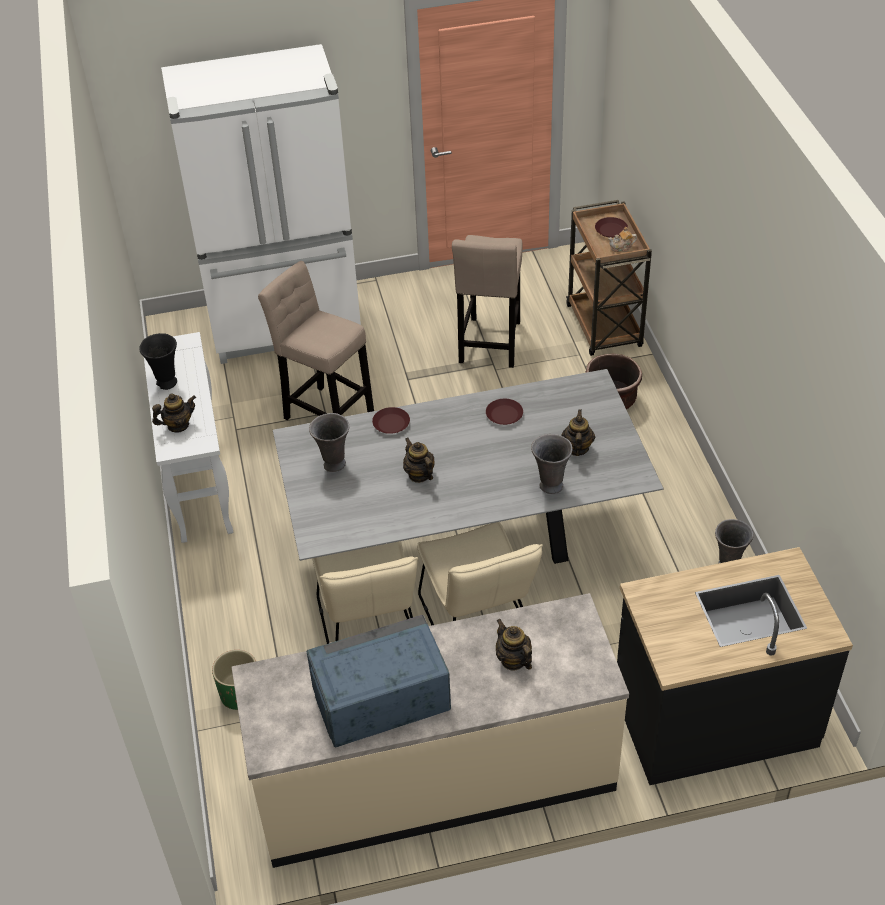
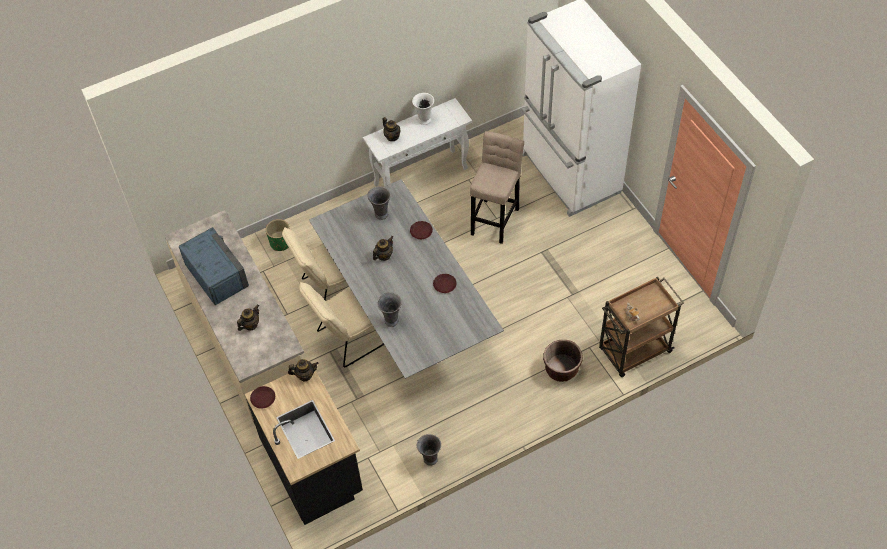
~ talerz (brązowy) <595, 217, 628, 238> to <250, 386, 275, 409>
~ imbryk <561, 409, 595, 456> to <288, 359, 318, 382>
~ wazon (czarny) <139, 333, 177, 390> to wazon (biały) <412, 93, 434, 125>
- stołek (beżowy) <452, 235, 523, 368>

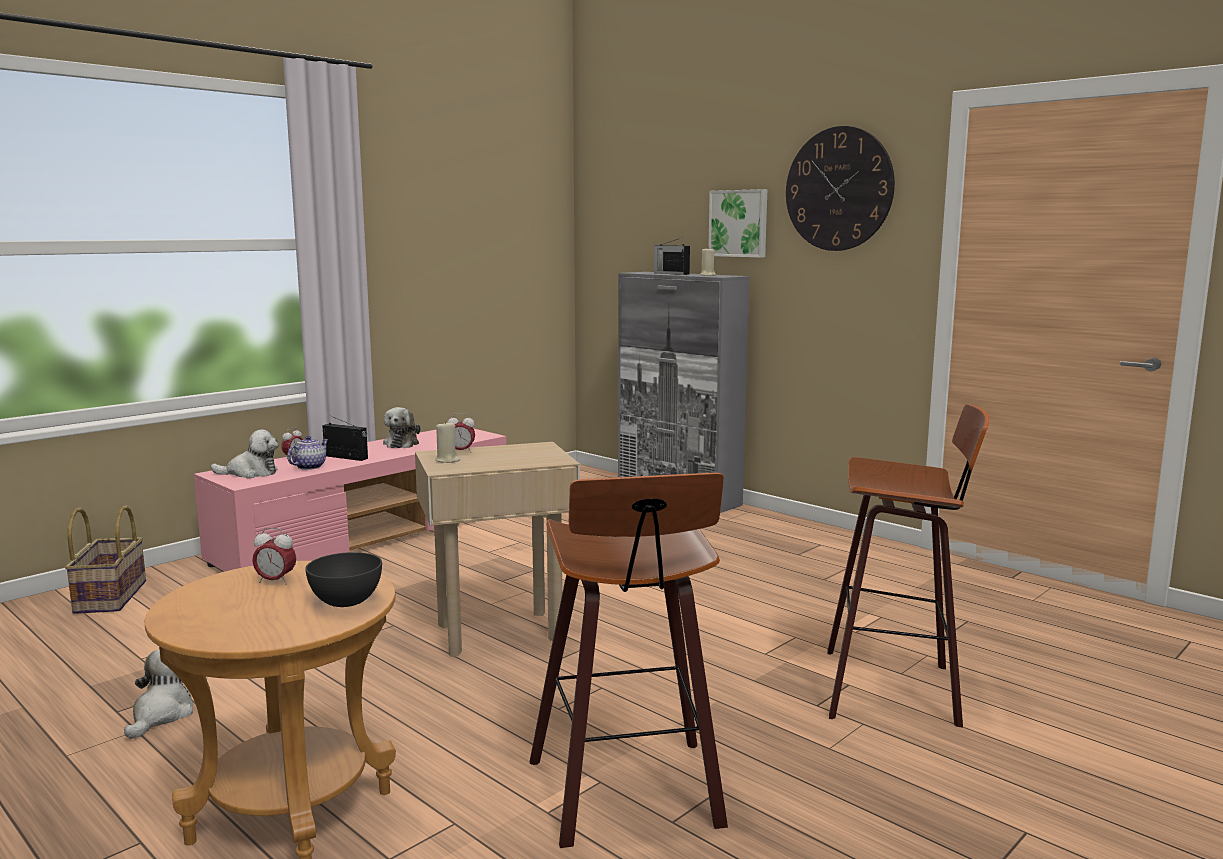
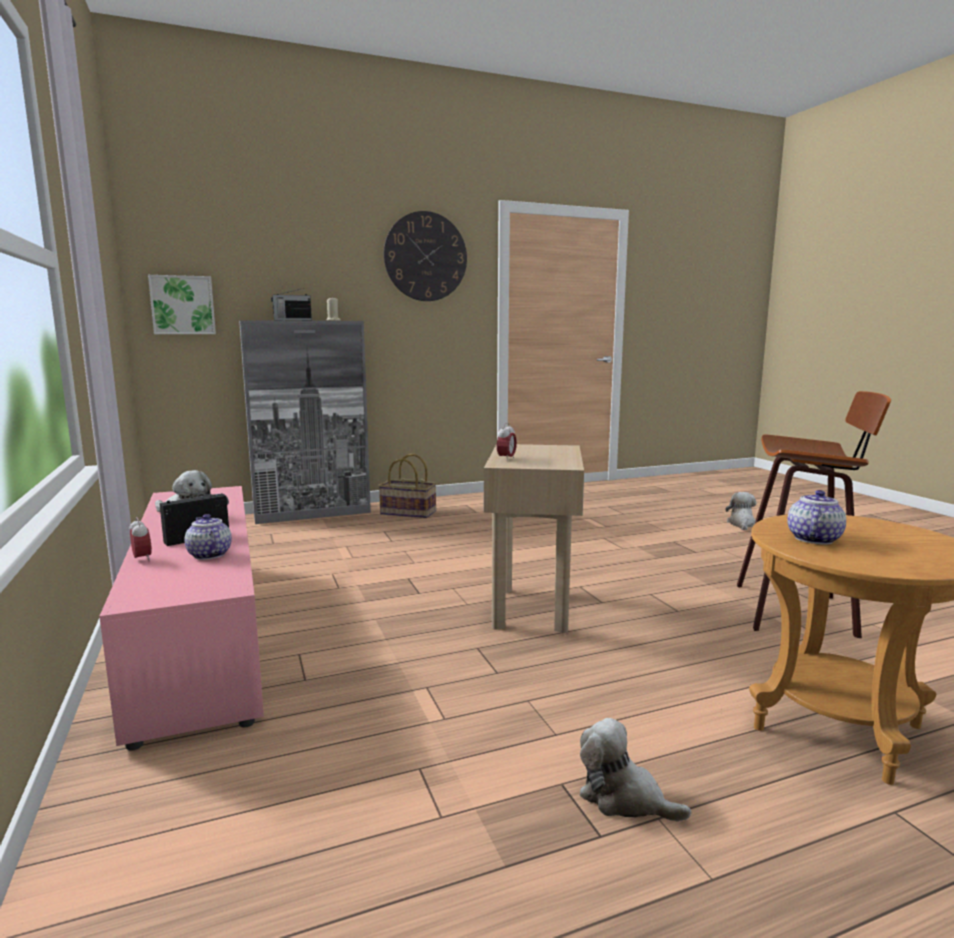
~ obraz <708, 189, 767, 258> to <148, 275, 216, 334>
~ koszyk <65, 505, 146, 614> to <378, 454, 437, 518>
~ pluszak <211, 429, 279, 479> to <726, 492, 756, 530>
~ budzik <252, 527, 296, 585> to imbryk <787, 490, 846, 545>
- miska (szary) <305, 552, 382, 607>
- świeca (beżowy) <435, 420, 460, 463>
- stołek <827, 404, 989, 728>

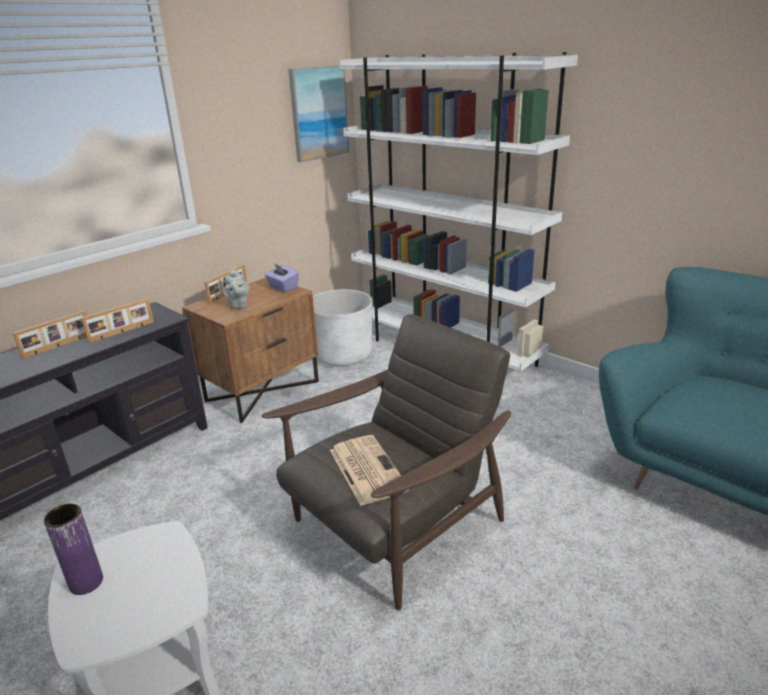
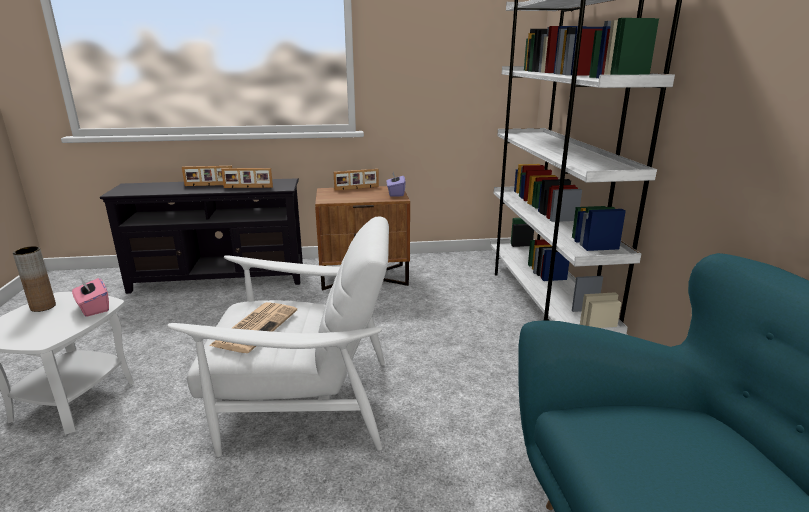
~ wazon (fioletowy) <44, 503, 103, 595> to wazon (brązowy) <13, 246, 56, 312>
+ pudełko chusteczek (różowy) <72, 276, 109, 317>
~ fotel (brązowy) <262, 314, 511, 610> to fotel (biały) <167, 216, 389, 457>
- imbryk (szary) <223, 269, 249, 309>
- obraz <288, 65, 349, 162>
- donica (biały) <313, 289, 373, 366>

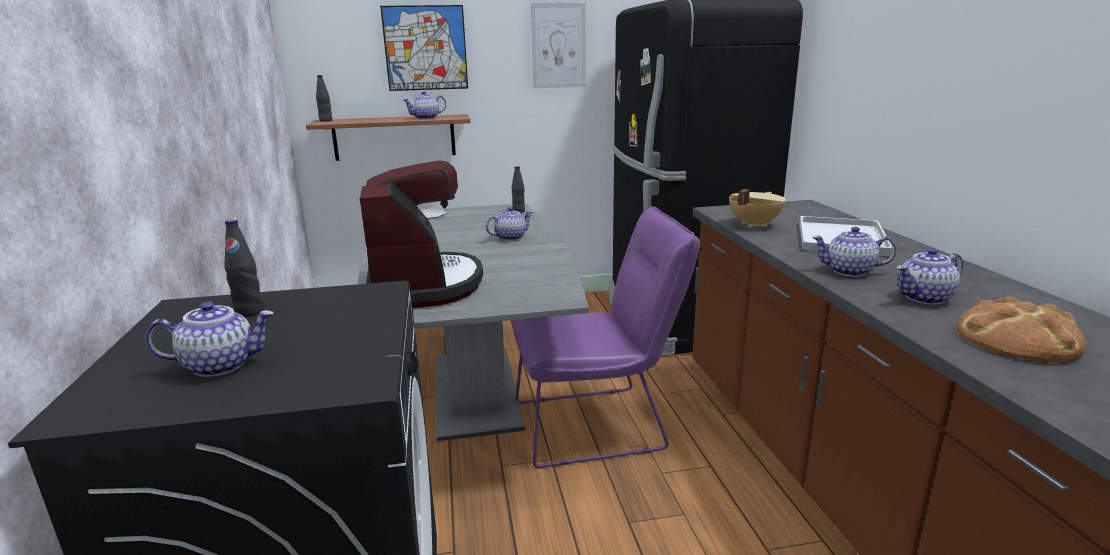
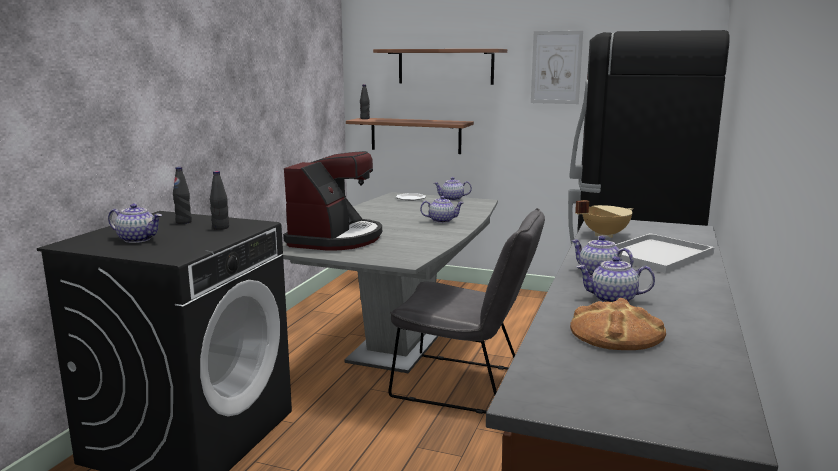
~ butelka (czarny) <512, 166, 525, 213> to <210, 171, 229, 230>
~ obraz <380, 5, 468, 91> to półka <373, 49, 507, 85>
~ krzesło (fioletowy) <512, 206, 700, 468> to krzesło (szary) <388, 208, 545, 414>
~ imbryk <403, 91, 446, 119> to <434, 177, 472, 201>

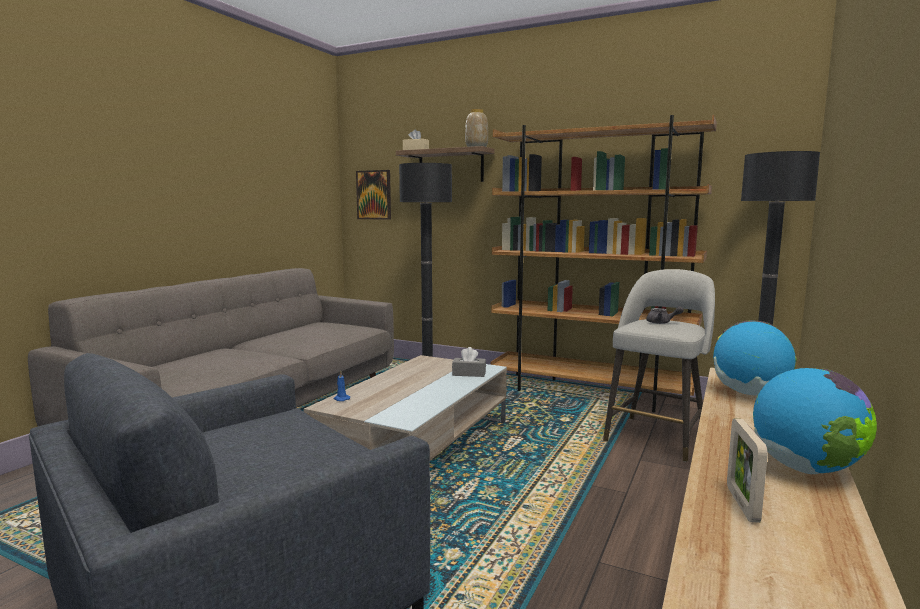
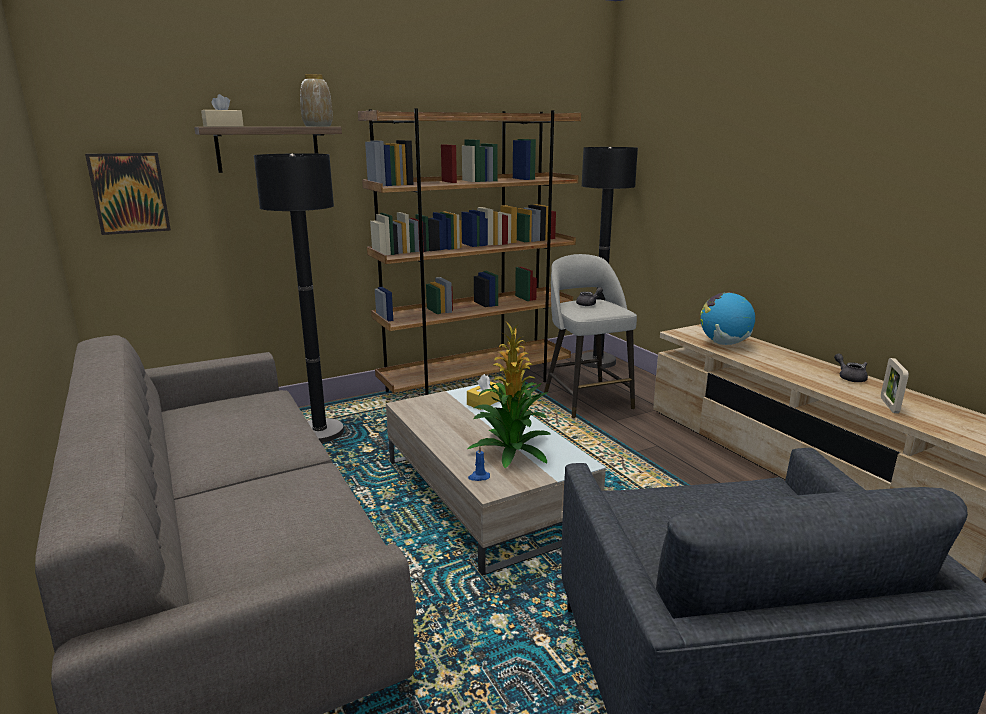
+ roślina doniczkowa <467, 322, 551, 468>
~ pudełko chusteczek (szary) <452, 347, 486, 377> to pudełko chusteczek (żółty) <467, 374, 500, 410>
~ globus <753, 368, 877, 474> to imbryk (szary) <834, 354, 868, 382>
~ ramka na zdjęcie <727, 418, 768, 523> = <881, 358, 909, 414> 60 degrees clockwise

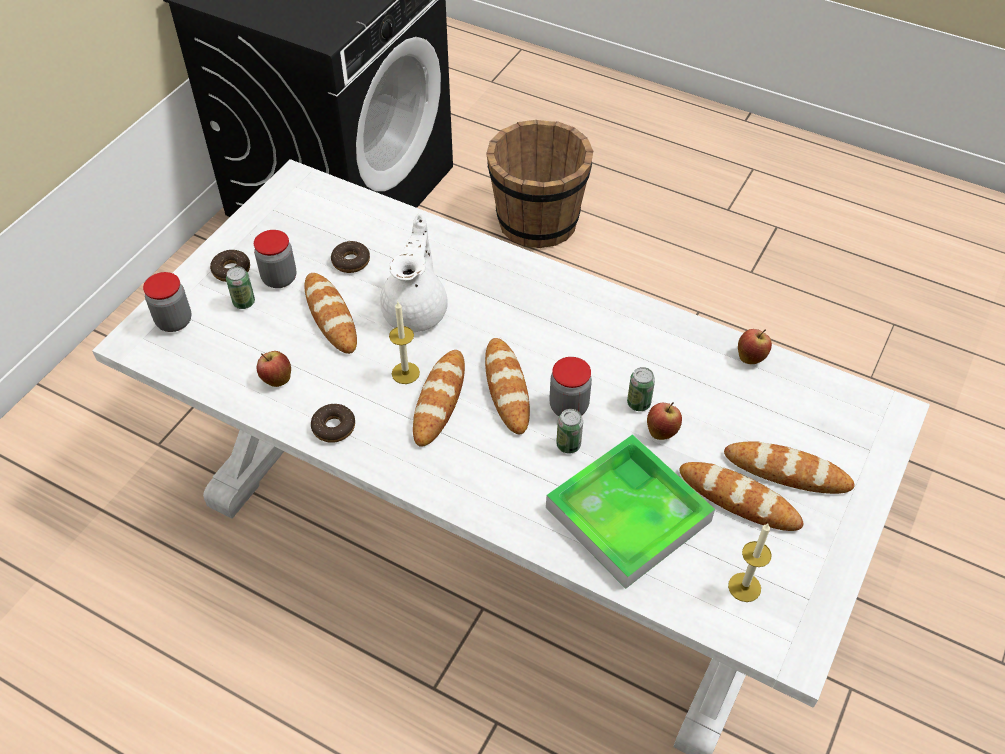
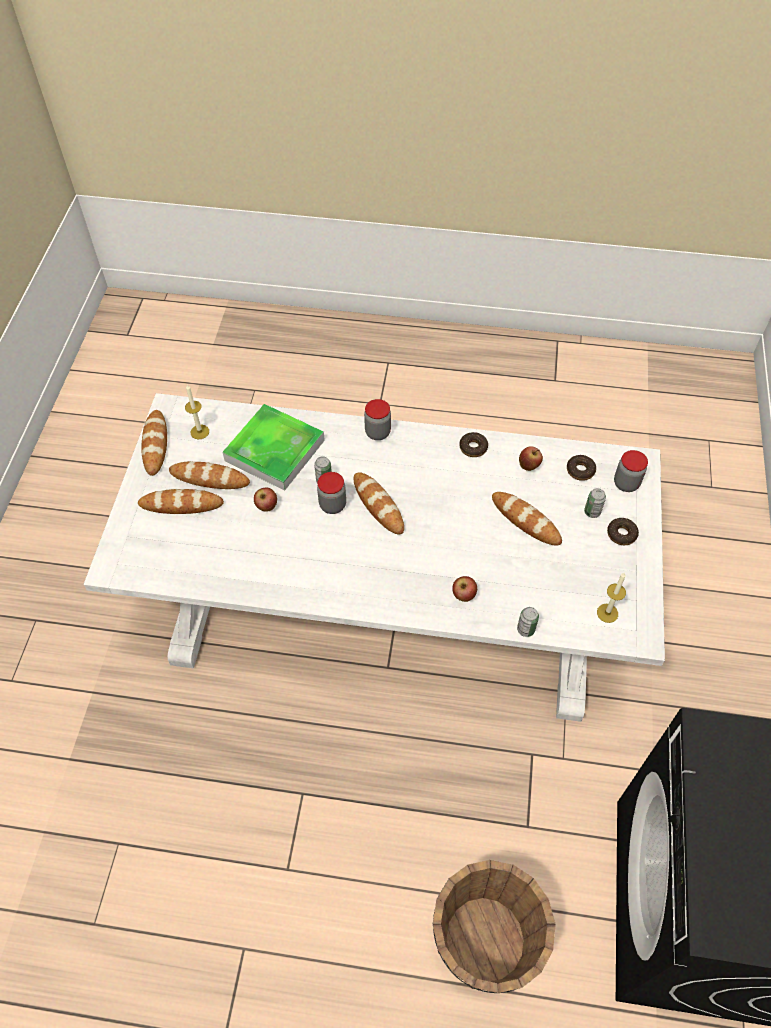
~ chleb <413, 350, 465, 447> to <141, 410, 167, 476>
~ słoik <254, 230, 296, 288> to <364, 399, 391, 440>
~ jabłko <738, 329, 772, 364> to <452, 576, 477, 602>
~ puszka <627, 367, 655, 411> to <517, 607, 539, 637>
~ donut <331, 241, 370, 273> to <567, 455, 596, 481>
~ świeca <389, 302, 420, 384> to <597, 572, 626, 623>
- imbryk (biały) <380, 213, 448, 332>

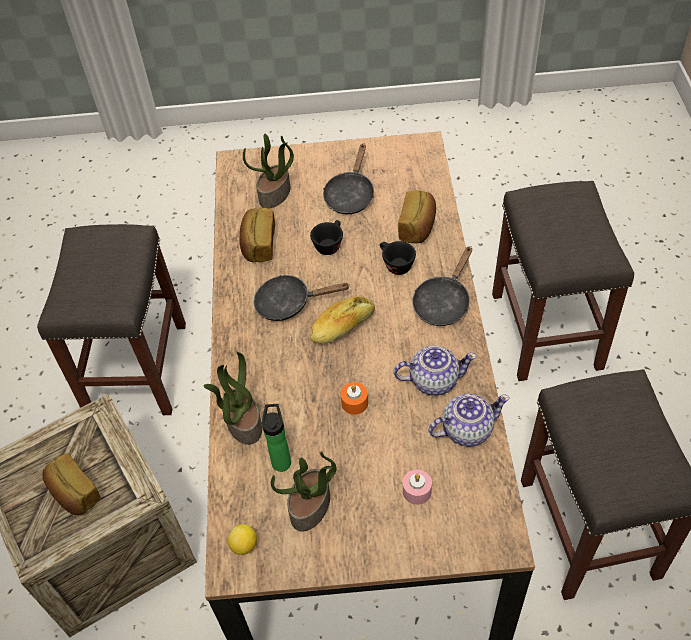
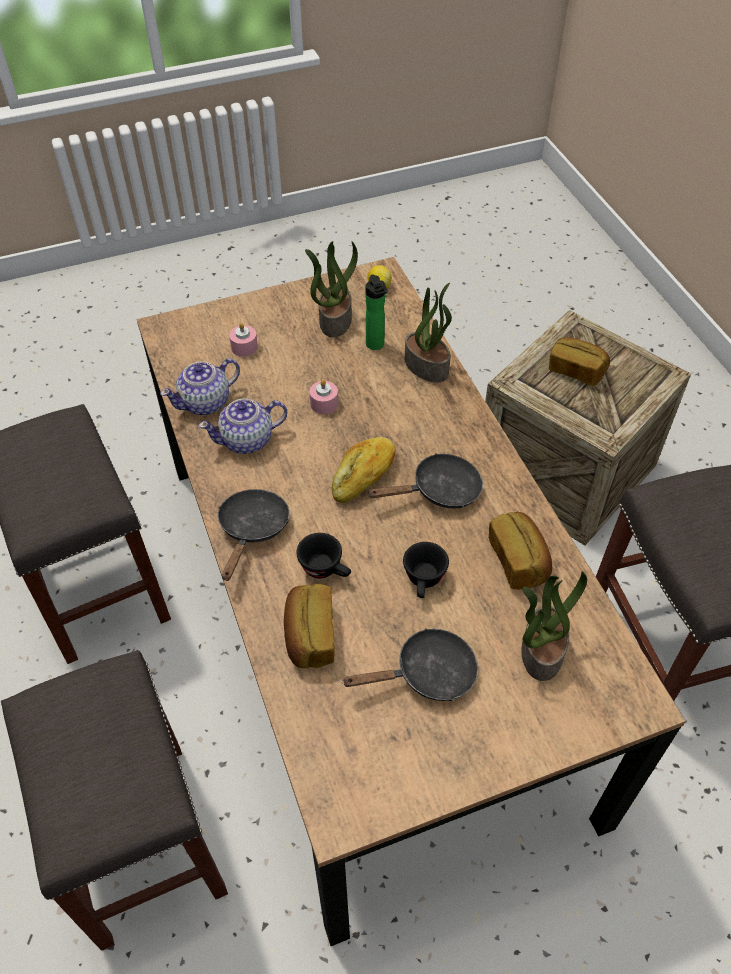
~ świeca (pomarańczowy) <341, 382, 368, 415> to świeca (różowy) <309, 380, 338, 414>
~ patelnia (czarny) <323, 143, 374, 214> = <342, 628, 478, 701> 75 degrees clockwise

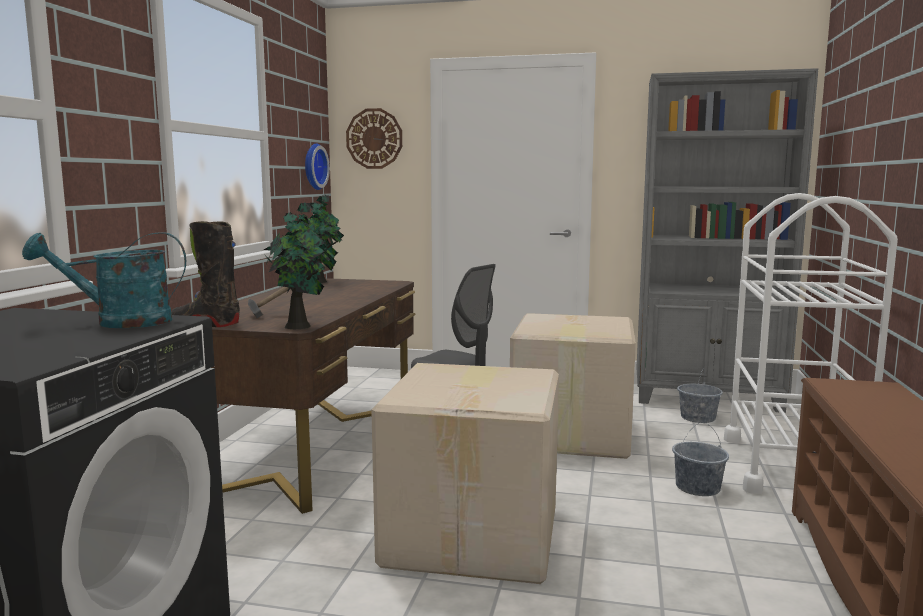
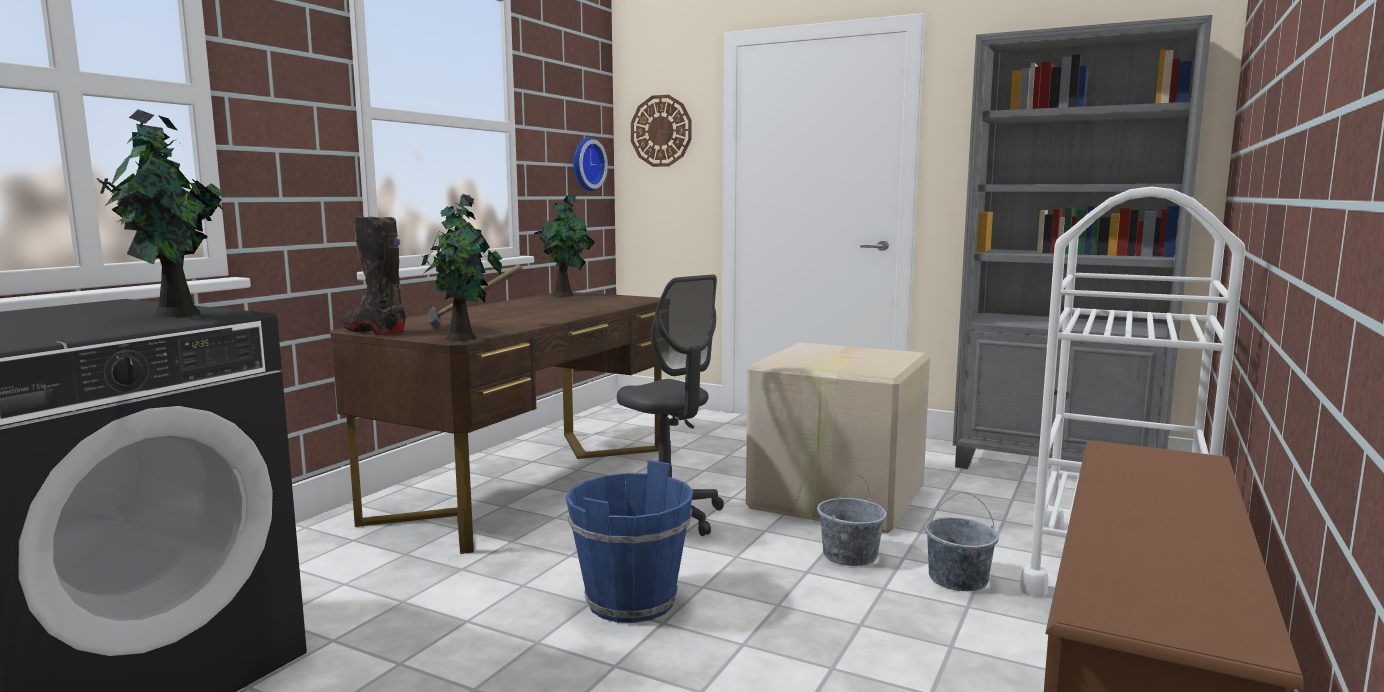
~ konewka (turkusowy) <22, 232, 186, 328> to roślina doniczkowa <97, 109, 224, 317>
~ karton <371, 363, 559, 584> to wiadro (niebieski) <566, 460, 693, 623>
~ wiadro (szary) <677, 369, 723, 423> to <817, 475, 887, 566>

